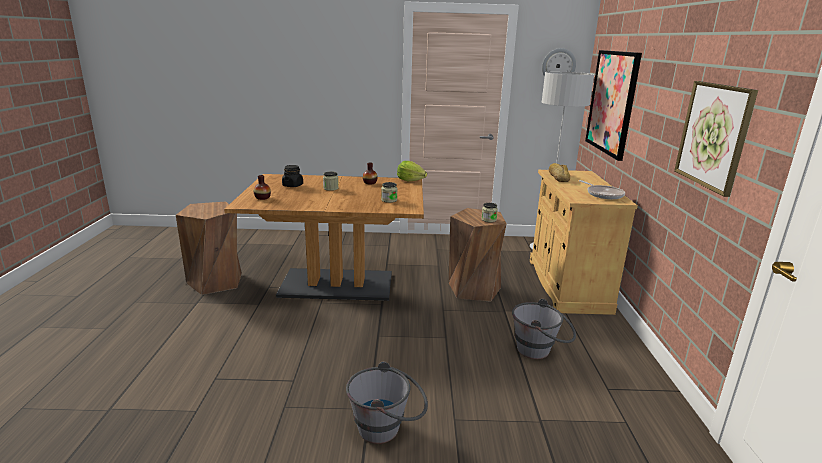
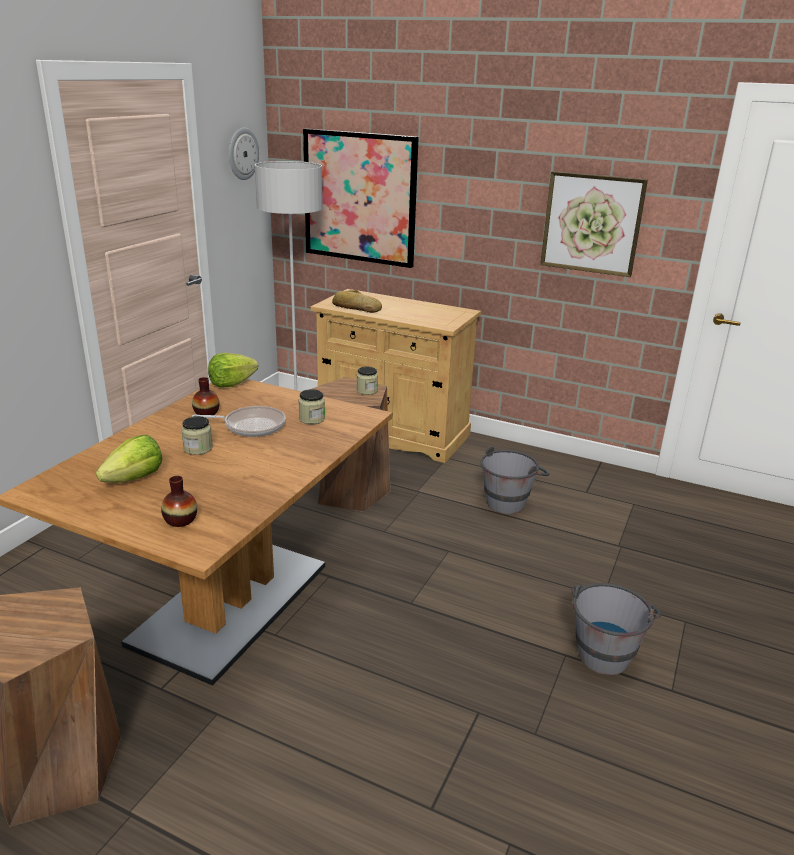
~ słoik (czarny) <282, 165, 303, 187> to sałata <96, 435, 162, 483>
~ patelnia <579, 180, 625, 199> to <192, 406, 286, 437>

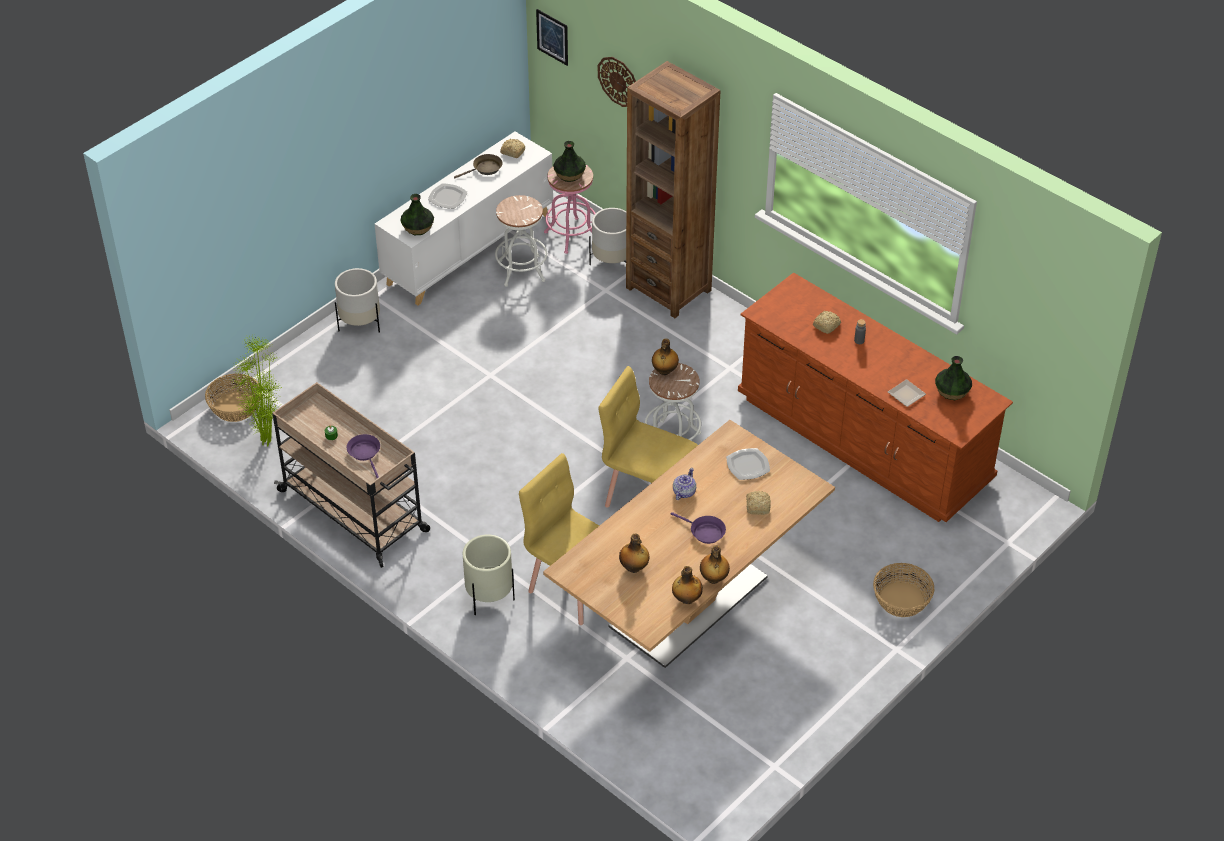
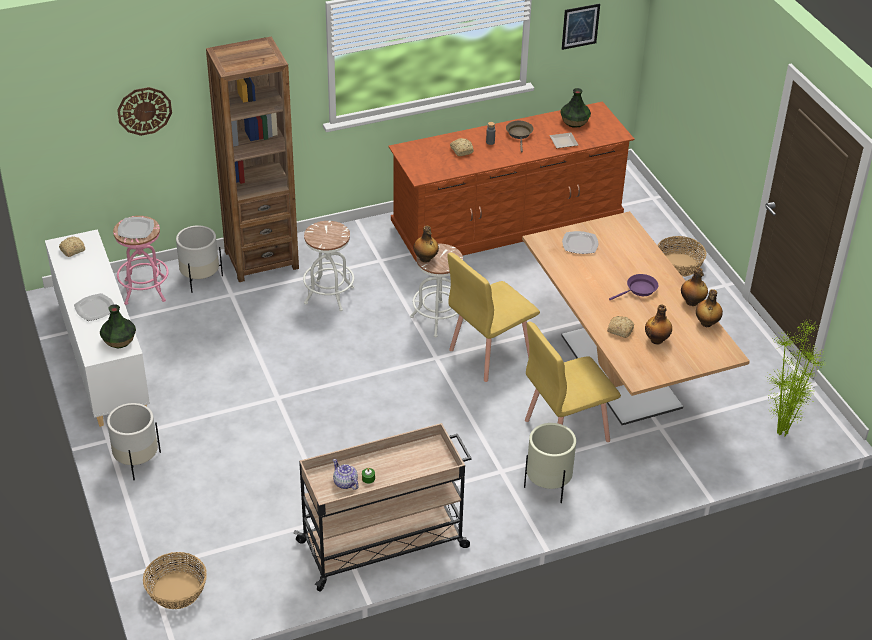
~ wazon <553, 141, 586, 182> to talerz <118, 217, 154, 239>
~ stołek (biały) <495, 195, 547, 287> to <303, 221, 354, 311>
~ imbryk <673, 468, 696, 500> to <333, 459, 359, 490>
~ patelnia (brązowy) <454, 154, 503, 179> to <506, 121, 533, 153>
~ obraz <536, 9, 568, 66> to <562, 3, 600, 50>
~ chleb <746, 491, 771, 515> to <607, 316, 634, 338>
~ roślina doniczkowa <232, 336, 282, 446> to <768, 321, 826, 437>
- patelnia (fioletowy) <347, 434, 380, 478>

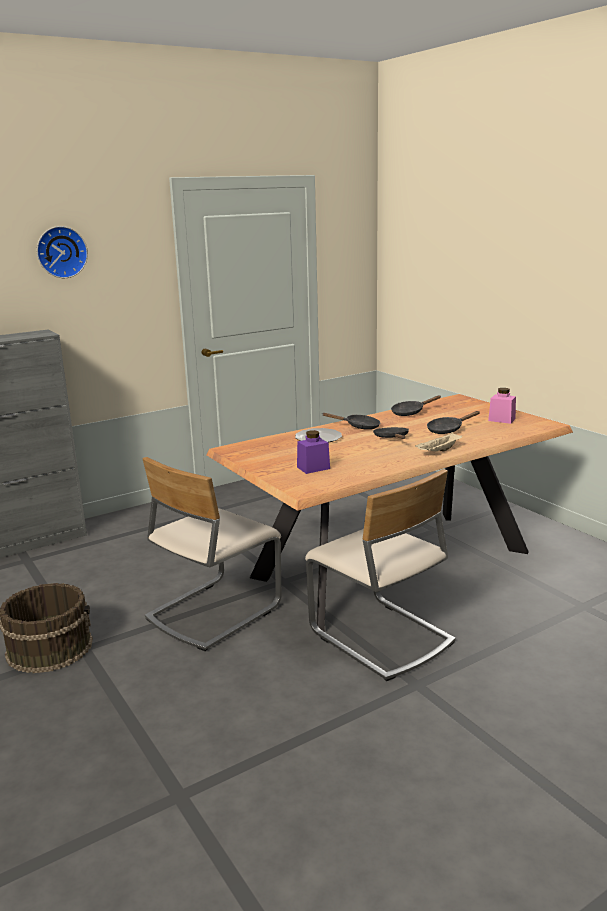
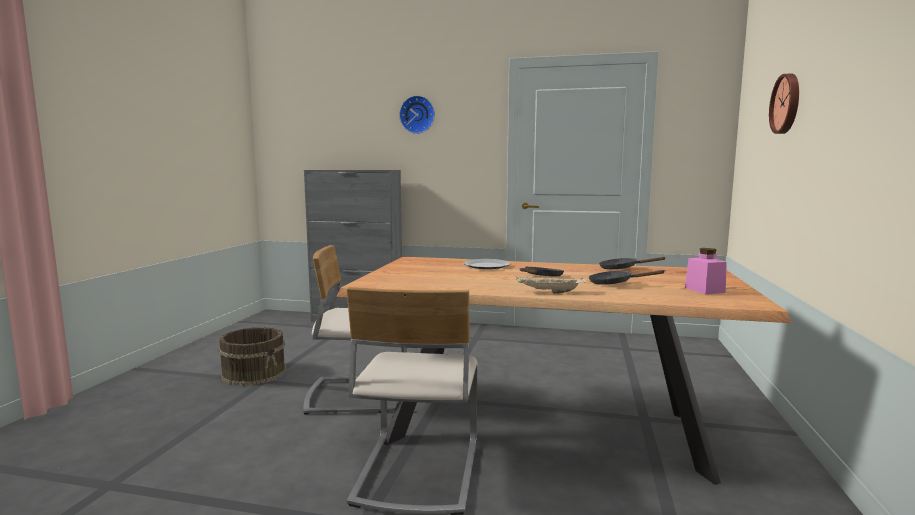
+ zegar ścienny <769, 73, 799, 134>
- słoik (fioletowy) <297, 430, 330, 474>
- patelnia (czarny) <323, 413, 380, 430>

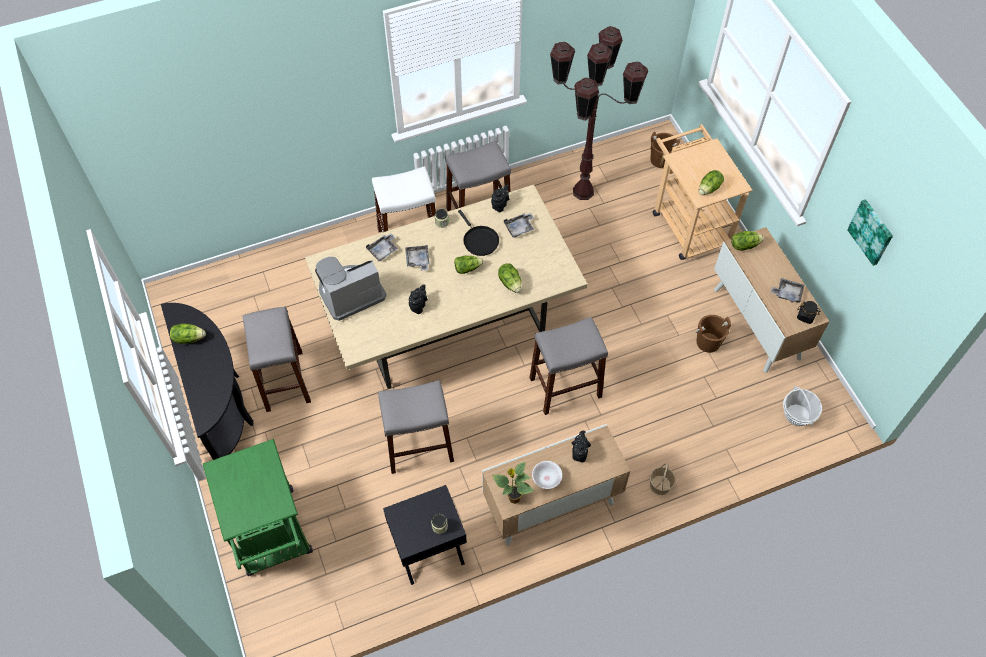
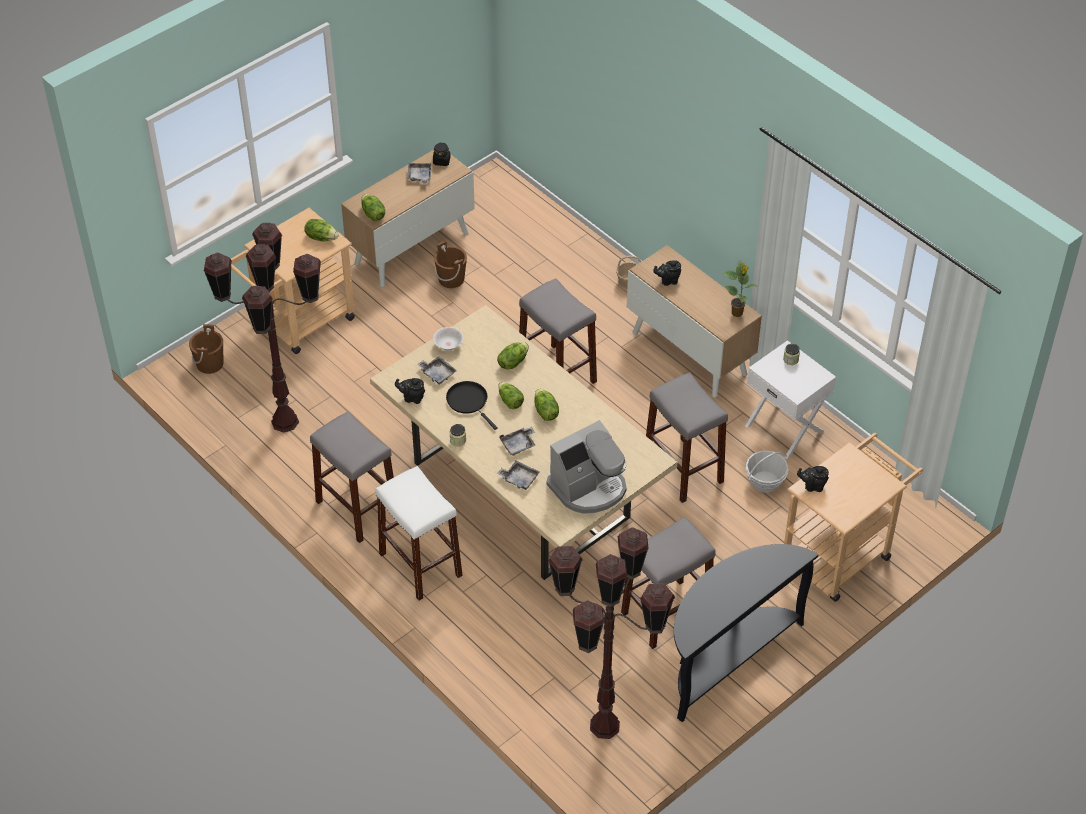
~ miska (biały) <532, 461, 562, 489> to <433, 327, 463, 350>
~ patelnia (czarny) <458, 210, 499, 256> = <446, 381, 498, 430> 75 degrees counterclockwise
~ sałata <170, 323, 206, 344> to <534, 389, 559, 421>
~ ekspres do kawy <315, 257, 387, 321> = <547, 420, 627, 514> 75 degrees counterclockwise
+ lampa stojąca (brązowy) <548, 527, 675, 739>
~ szafka nocna (czarny) <383, 485, 467, 585> to szafka nocna (biały) <745, 340, 836, 459>
~ koszyk <783, 386, 822, 426> to <746, 451, 789, 493>
~ wózek (zielony) <203, 439, 313, 576> to wózek (beżowy) <784, 433, 923, 602>
~ imbryk (czarny) <409, 284, 428, 314> to <797, 466, 829, 492>
- obraz <847, 199, 893, 266>

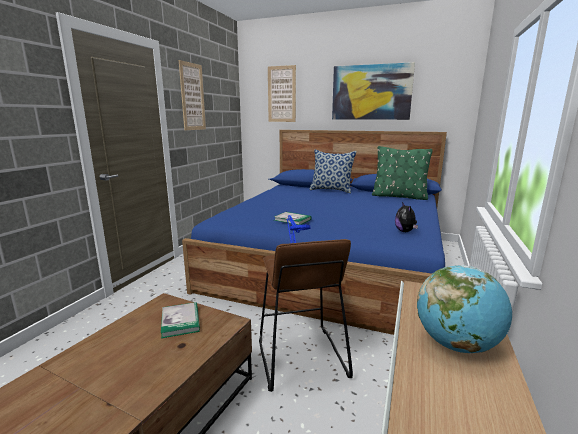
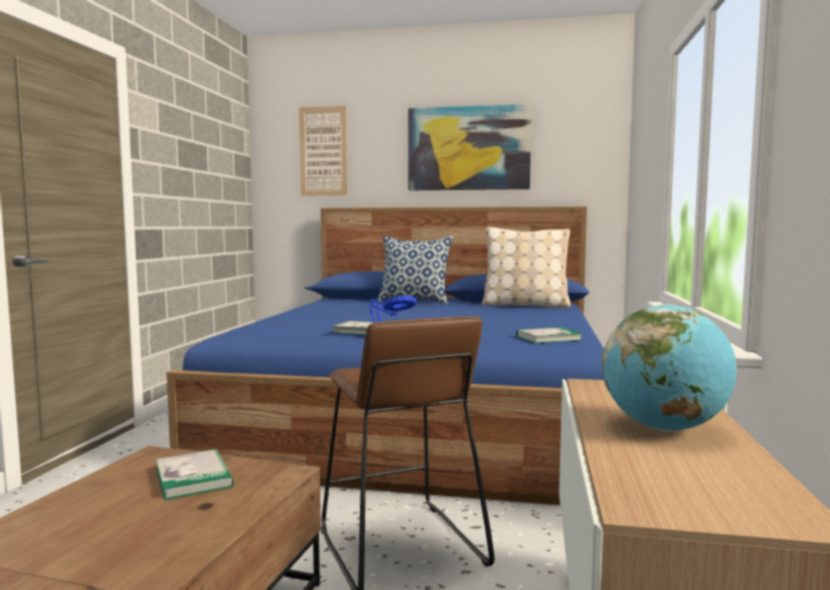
~ poduszka (zielony) <372, 146, 433, 200> to poduszka (beżowy) <482, 227, 571, 308>
~ pluszak <395, 202, 418, 232> to książka <516, 327, 583, 343>
- obraz <179, 60, 206, 130>

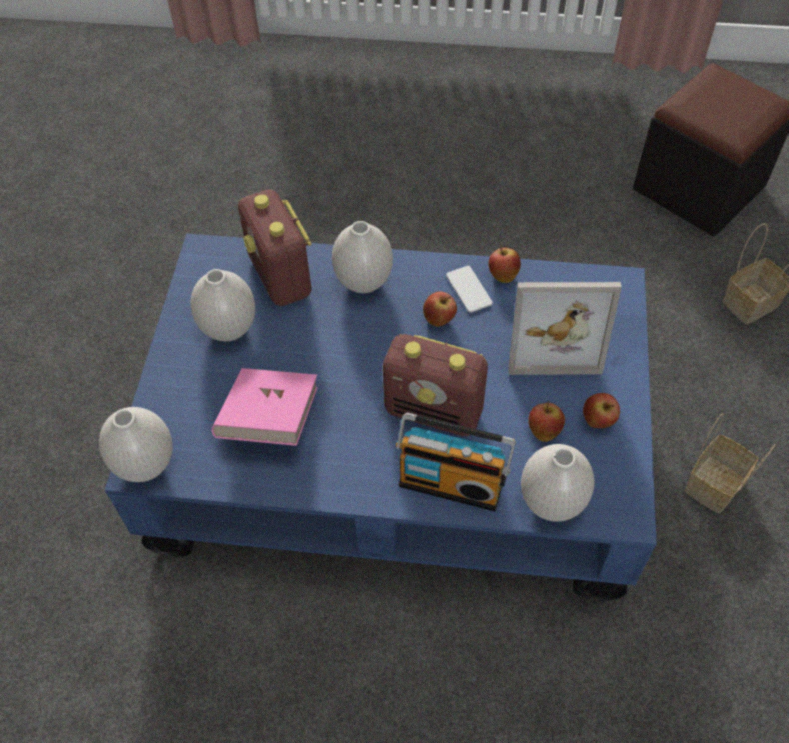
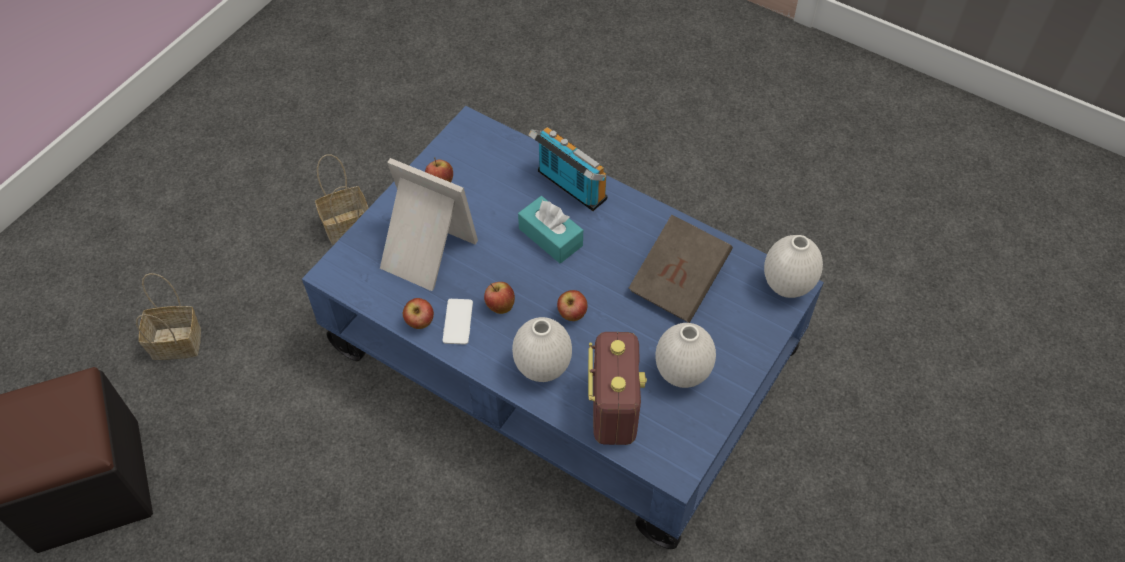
~ radio <383, 334, 488, 436> to pudełko chusteczek (turkusowy) <518, 196, 583, 263>
~ jabłko <529, 401, 565, 442> to <557, 290, 587, 321>
~ książka (różowy) <212, 368, 317, 446> to książka (brązowy) <629, 215, 733, 323>
- wazon (biały) <521, 444, 594, 522>

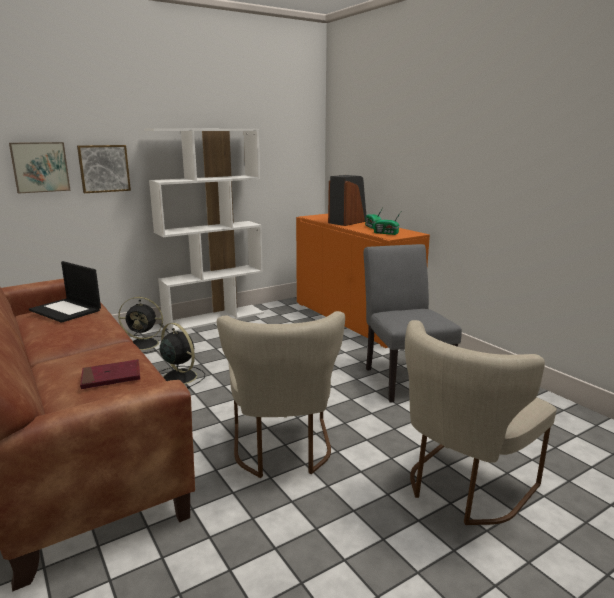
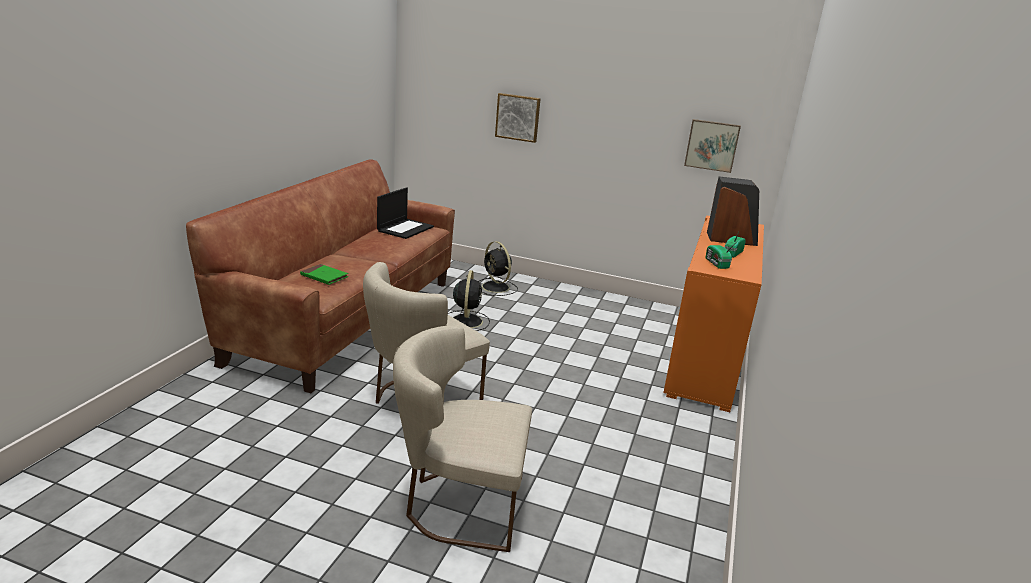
~ książka (czerwony) <80, 359, 140, 389> to książka (zielony) <300, 264, 348, 285>
~ laptop <29, 261, 101, 323> = <377, 187, 434, 239> 150 degrees counterclockwise
~ obraz <9, 142, 71, 194> to <684, 119, 741, 173>
- regał (biały) <144, 129, 264, 332>
- krzesło (szary) <364, 244, 462, 403>

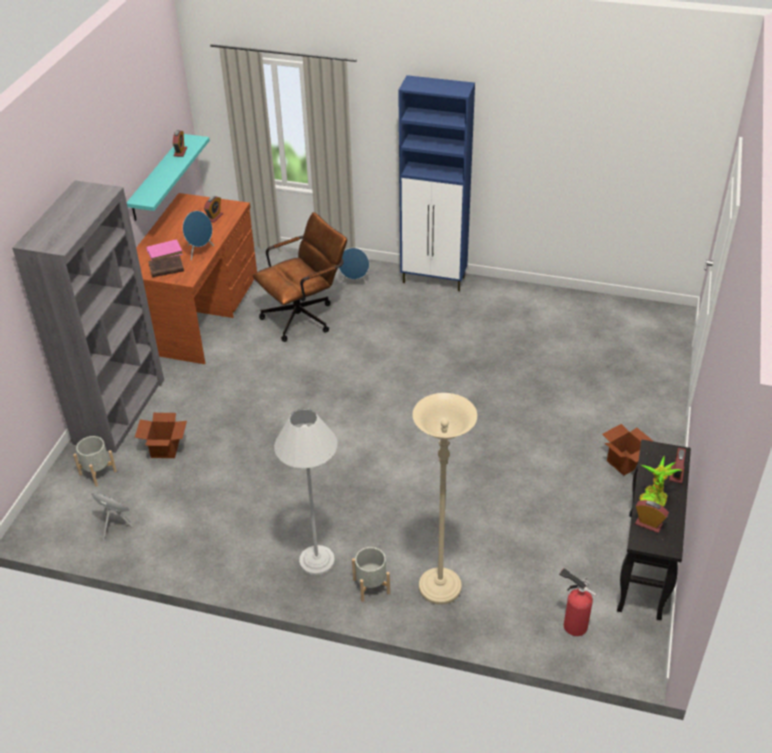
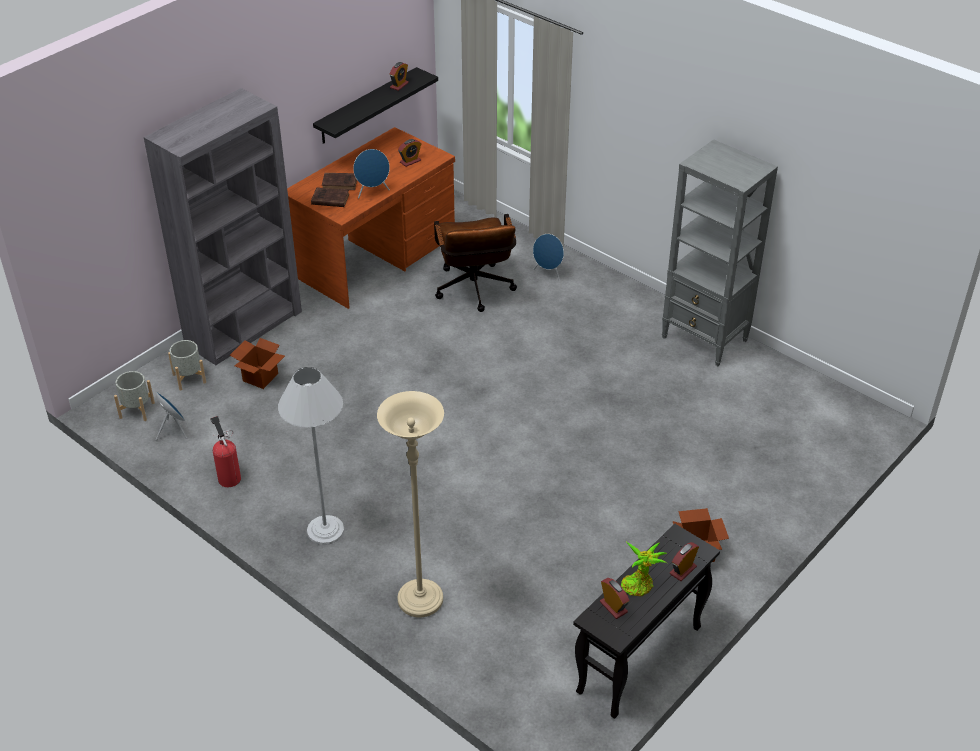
~ donica (szary) <352, 547, 390, 602> to <114, 371, 155, 421>
~ gaśnica <559, 568, 596, 636> to <210, 416, 241, 487>
~ półka (turkusowy) <127, 134, 210, 221> to półka (czarny) <313, 67, 438, 144>
~ książka (różowy) <146, 239, 183, 260> to książka (brązowy) <322, 173, 357, 190>
~ krzesło biurowe (brązowy) <253, 212, 347, 342> = <434, 214, 517, 312> 90 degrees clockwise
+ regał (szary) <662, 139, 778, 366>
- szafka (niebieski) <398, 75, 475, 291>

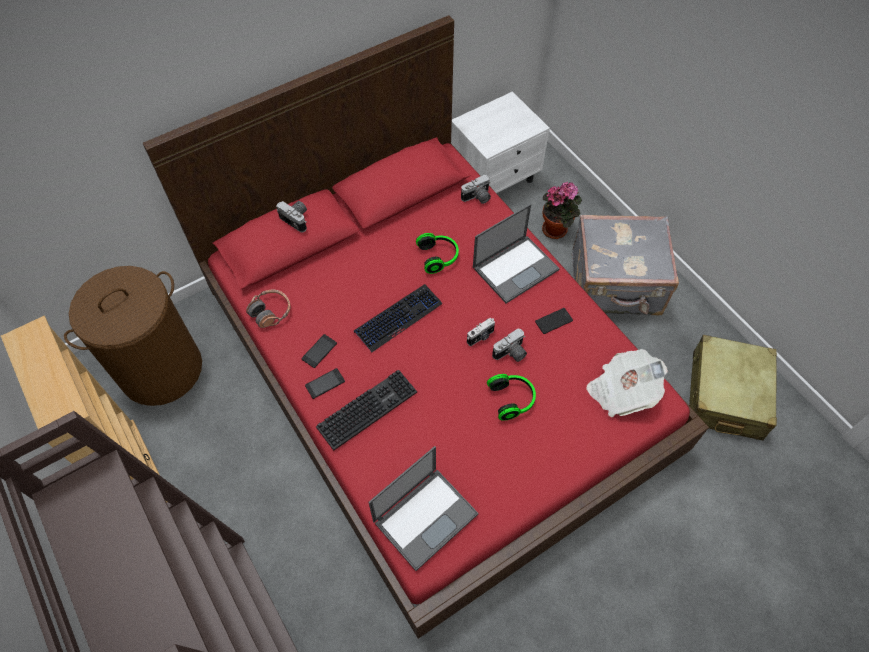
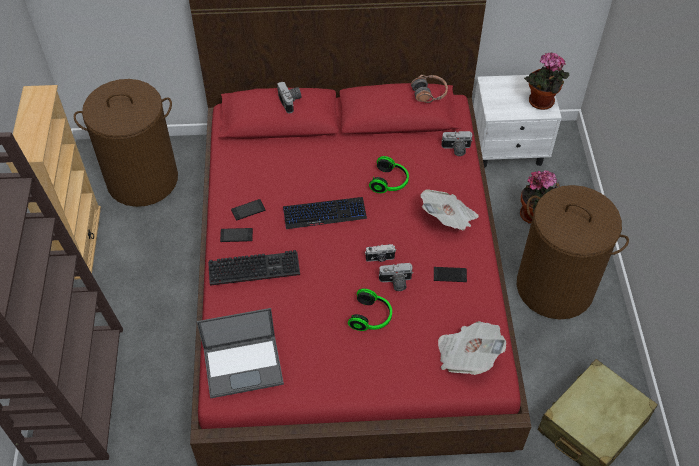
~ słuchawki <246, 290, 291, 328> to <411, 75, 448, 103>
~ laptop <473, 204, 560, 304> to gazeta <420, 189, 479, 230>
~ walizka (szary) <572, 215, 679, 315> to kosz na pranie (brązowy) <517, 185, 629, 319>
+ roślina doniczkowa <524, 52, 569, 110>

